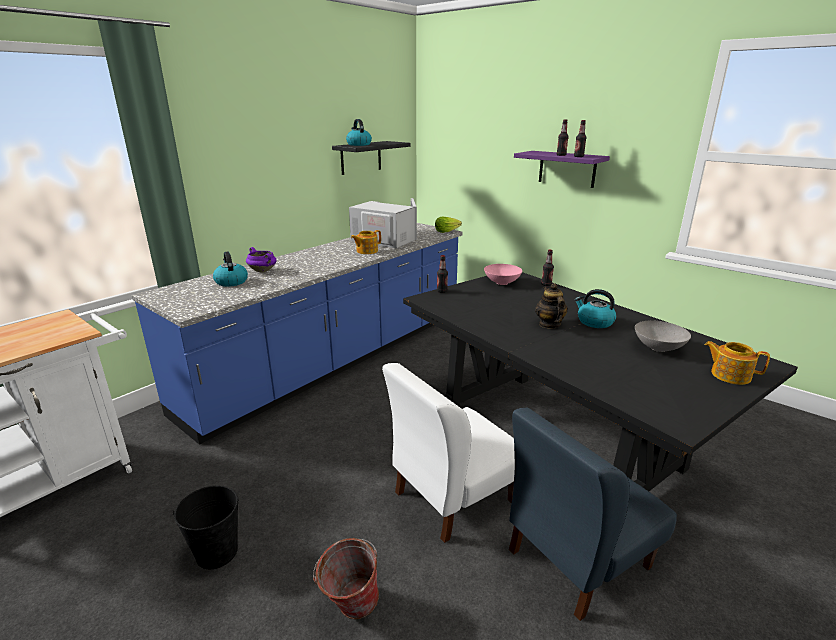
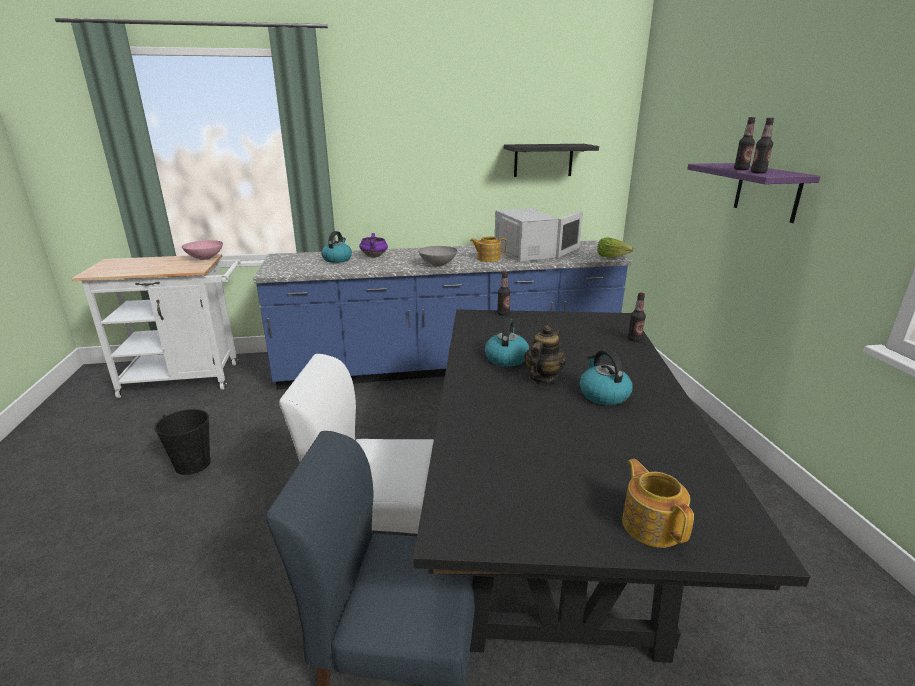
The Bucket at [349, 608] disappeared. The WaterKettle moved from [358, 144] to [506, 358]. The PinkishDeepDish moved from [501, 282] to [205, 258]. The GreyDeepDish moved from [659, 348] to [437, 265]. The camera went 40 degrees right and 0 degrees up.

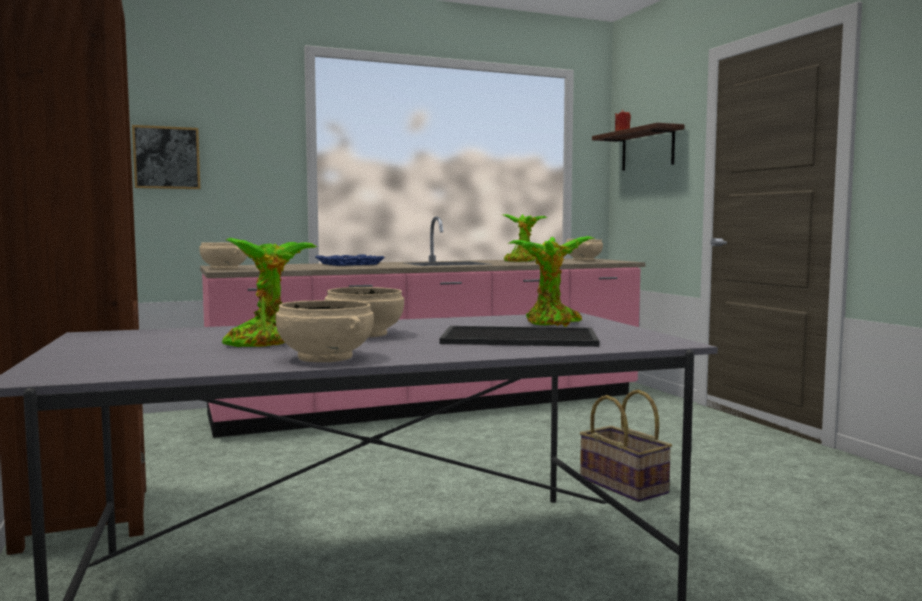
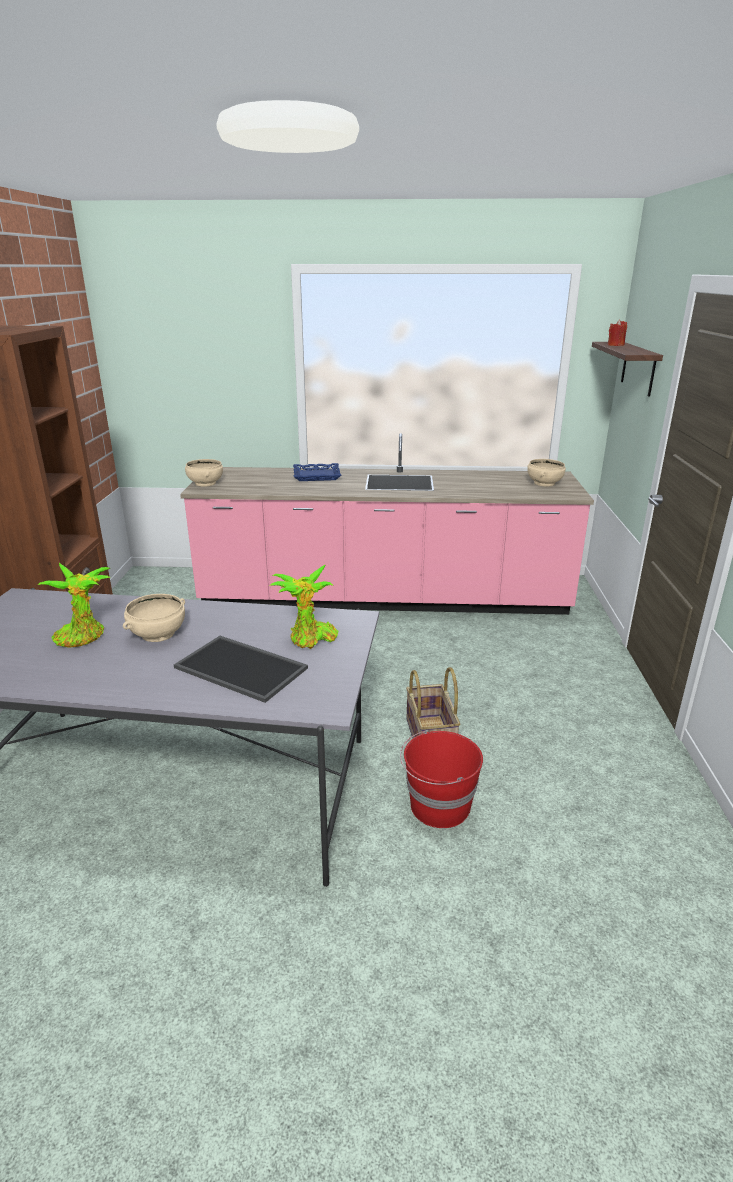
The Picture at [166, 158] disappeared. The BeigeDeepDish at [324, 357] disappeared. The PlantInAPot at [521, 261] disappeared. The RedBucket at [438, 806] appeared. The camera went 25 degrees right and 20 degrees up.

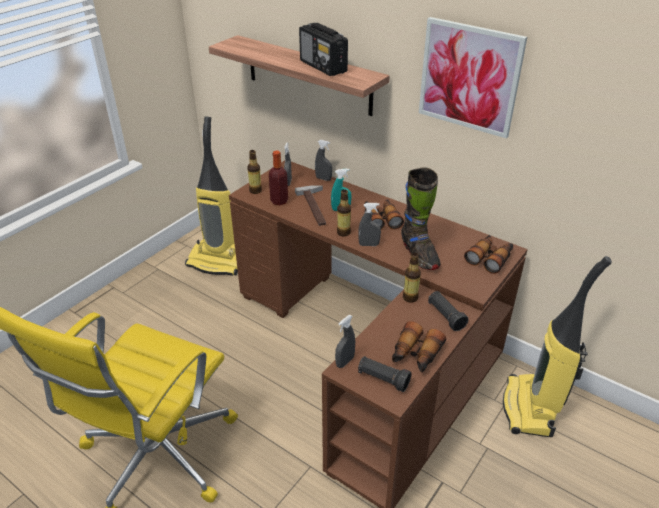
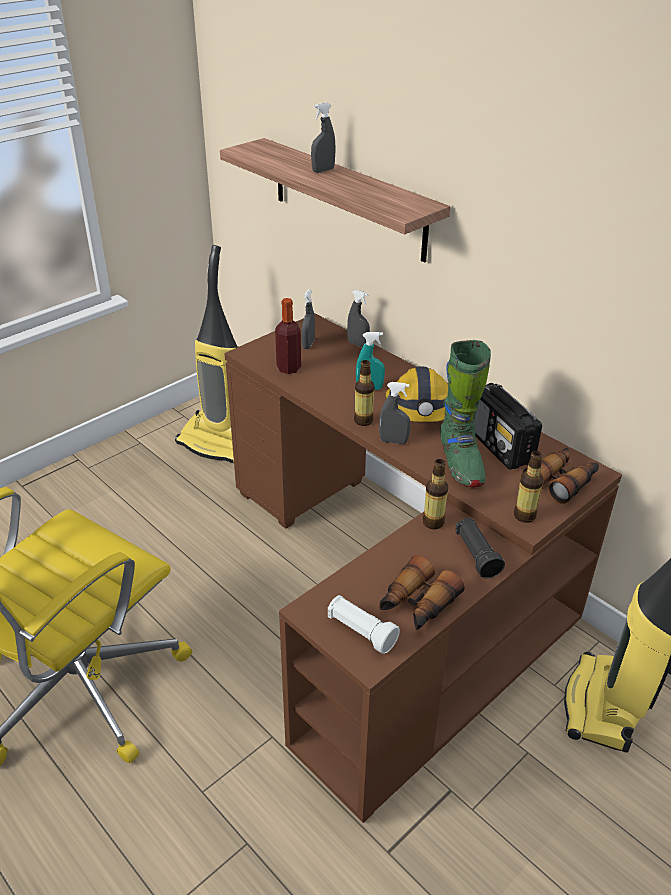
The HandHammer at [316, 207] disappeared. The Picture at [469, 77] disappeared. The Bottle moved from [255, 191] to [524, 516]. The RadioReceiver moved from [323, 67] to [499, 446]. The GreySprayBottle moved from [345, 361] to [323, 170]. The FieldGlasses at [380, 219] was replaced by the HardHat at [420, 408]. The BlackColouredFlashlight at [383, 379] became the WhitishFlashlight at [361, 632]. The BlackColouredHighTopBoot at [419, 255] became the GreenishHighTopBoot at [460, 463]. The camera went 10 degrees right and 0 degrees up.

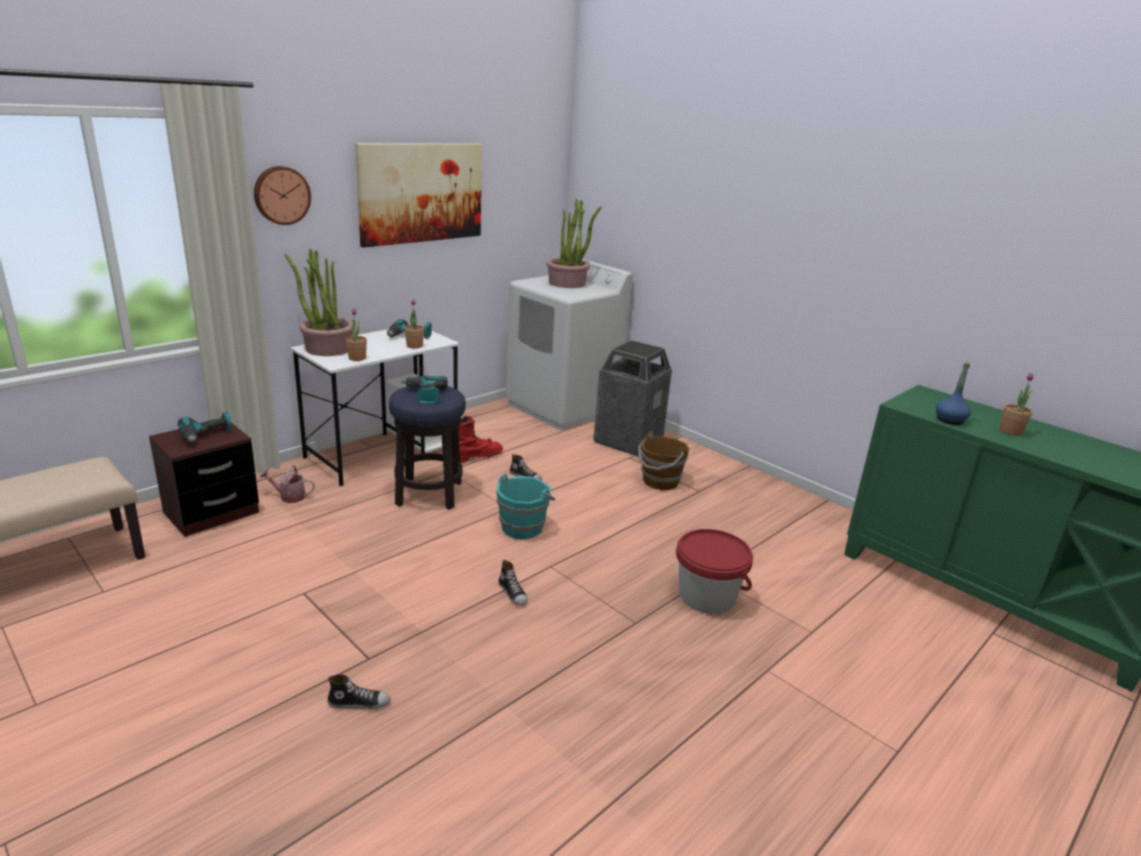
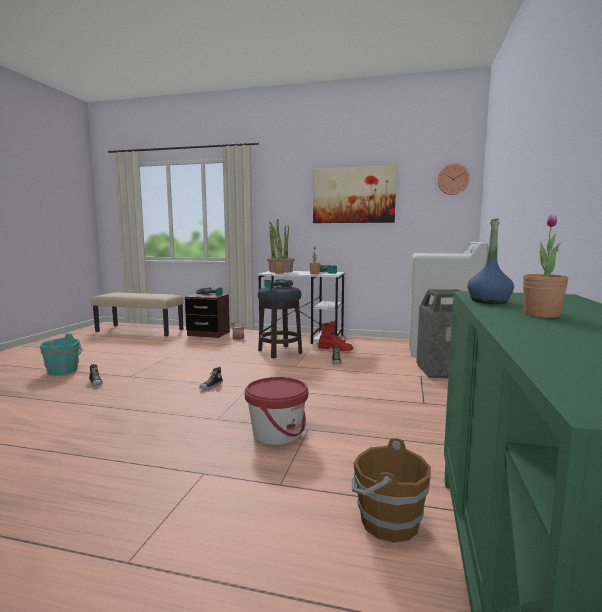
The PlantInAPot at [567, 283] disappeared. The WallClock moved from [281, 195] to [453, 179]. The TurquoiseColouredBucket moved from [522, 527] to [63, 370]. The BrownBucket moved from [660, 482] to [387, 522]. The camera went 60 degrees right and 15 degrees down.

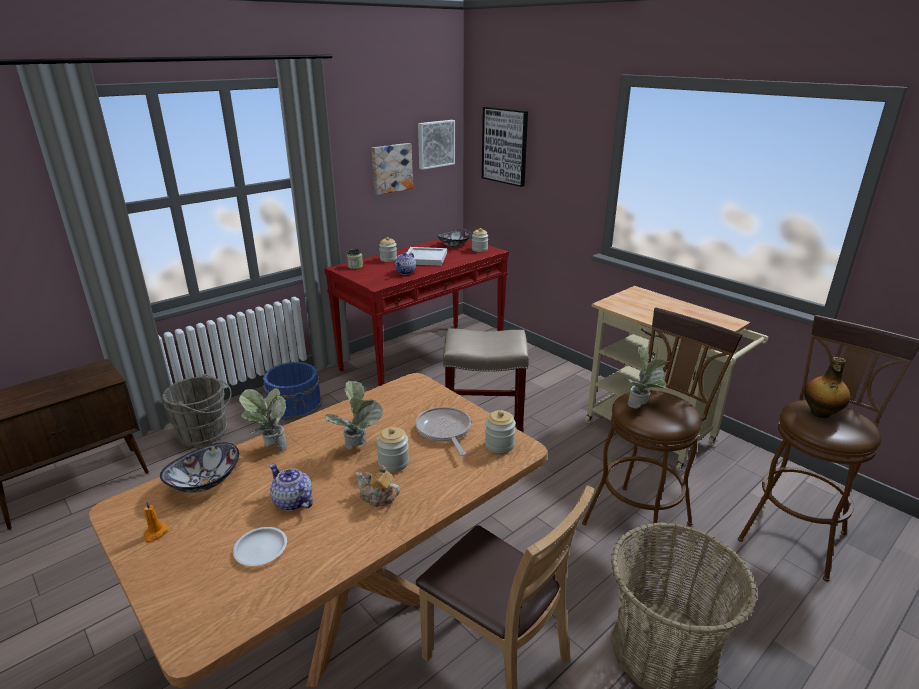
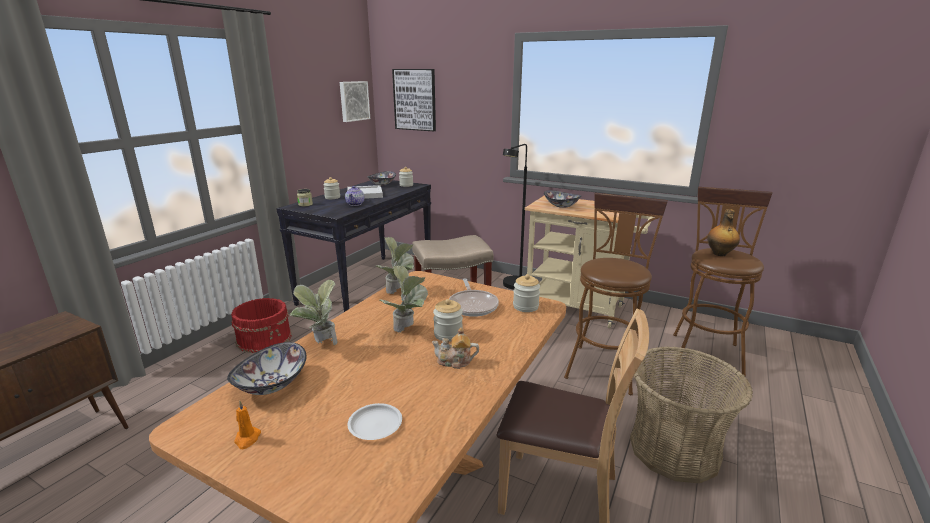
The GreyBucket at [206, 433] disappeared. The Teapot at [293, 502] disappeared. The Picture at [391, 168] disappeared. The BlackColouredFloorLamp at [513, 287] appeared. The DeepDish at [561, 206] appeared. The PlantInAPot moved from [641, 406] to [398, 291]. The BlueBucket at [295, 404] became the RedBucket at [265, 338]. The RedConsoleTable at [423, 358] became the BlackColouredConsoleTable at [368, 285]. The FryingPan at [444, 431] turned 150 degrees counterclockwise. The camera went 20 degrees left and 5 degrees down.

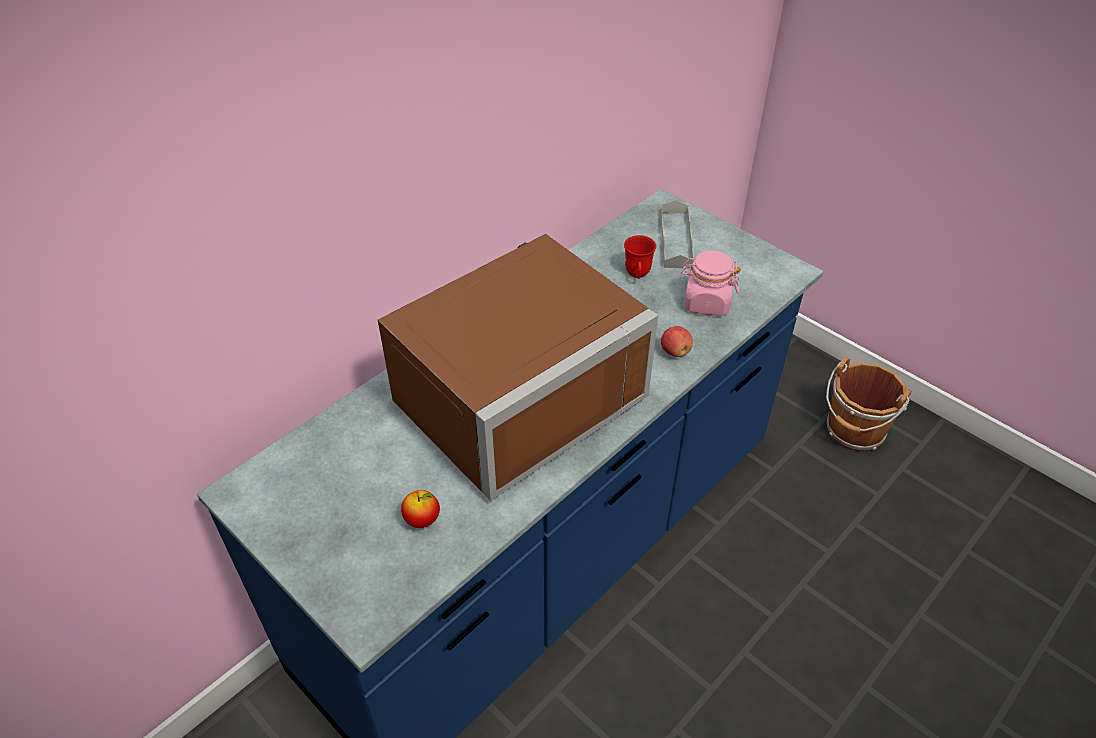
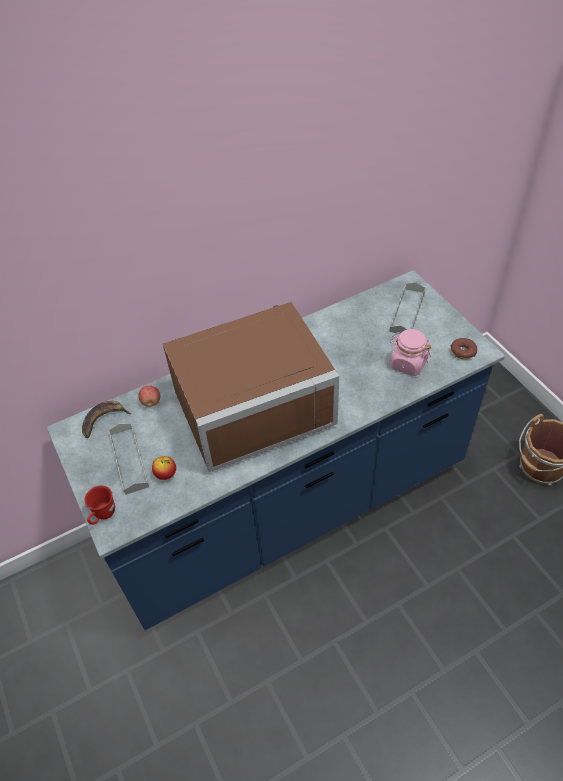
The BananaFruit at [103, 420] appeared. The GreyServingTray at [129, 460] appeared. The RingDoughnut at [463, 351] appeared. The RedTeaMug moved from [637, 275] to [103, 516]. The AppleFruit moved from [675, 351] to [151, 402]. The camera went 20 degrees right and 5 degrees up.

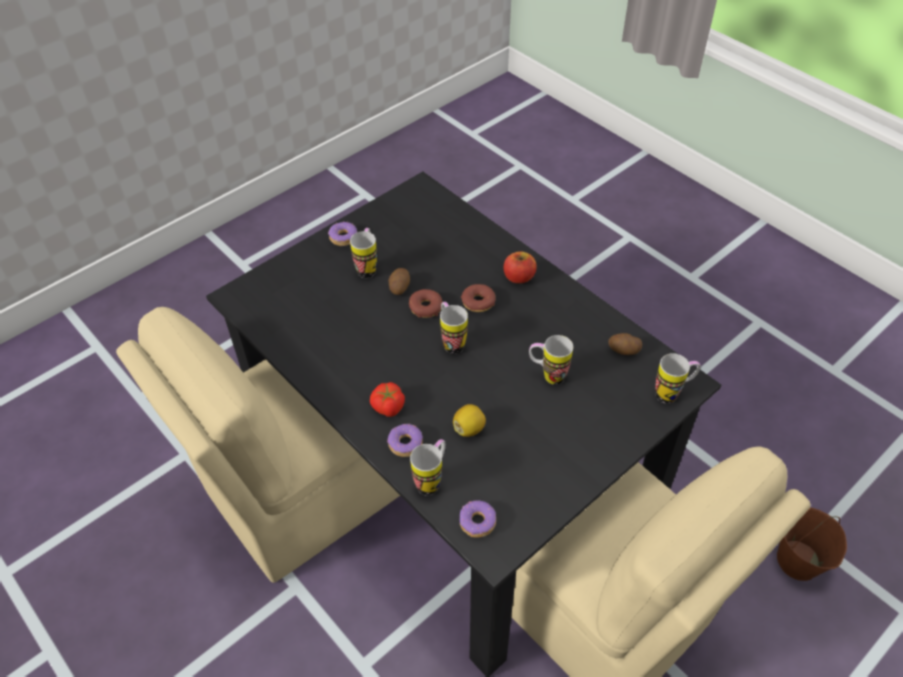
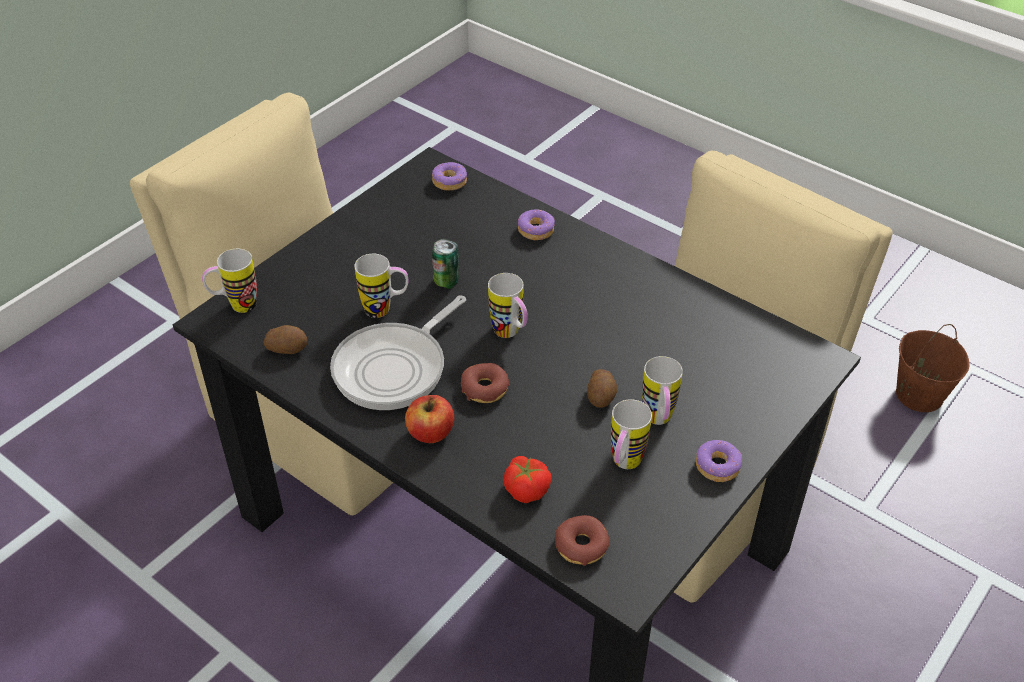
The CitrusFruit at [469, 428] disappeared. The FryingPan at [395, 368] appeared. The SealedCan at [446, 282] appeared. The WholeTomato moved from [388, 406] to [527, 488]. The RingDoughnut moved from [425, 307] to [581, 546]. The TeaMug moved from [432, 480] to [623, 465]. The BrownBucket moved from [798, 561] to [918, 395]. The camera went 170 degrees right and 5 degrees down.

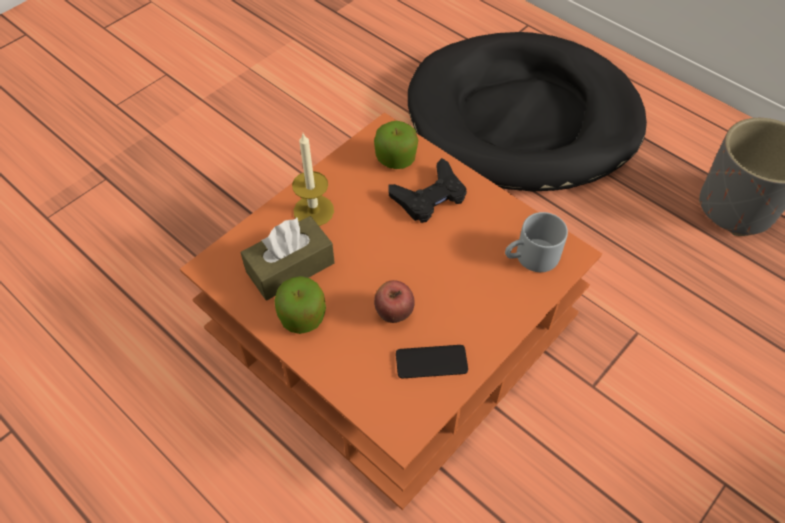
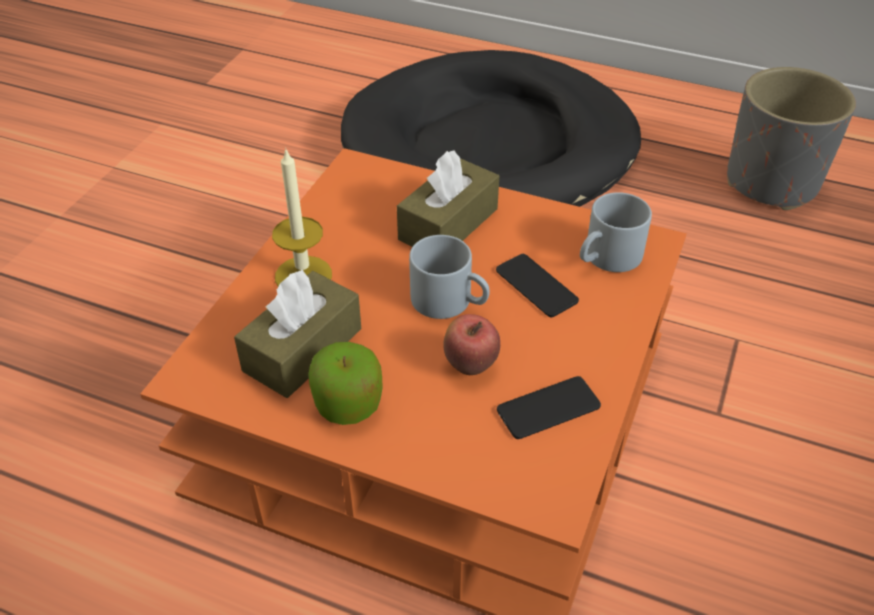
The AppleFruit at [396, 158] disappeared. The GreyTeaMug at [450, 301] appeared. The Phone at [536, 286] appeared. The BlackColouredJoypad at [429, 197] was replaced by the BrownTissueBox at [448, 224]. The camera went 20 degrees left and 10 degrees down.

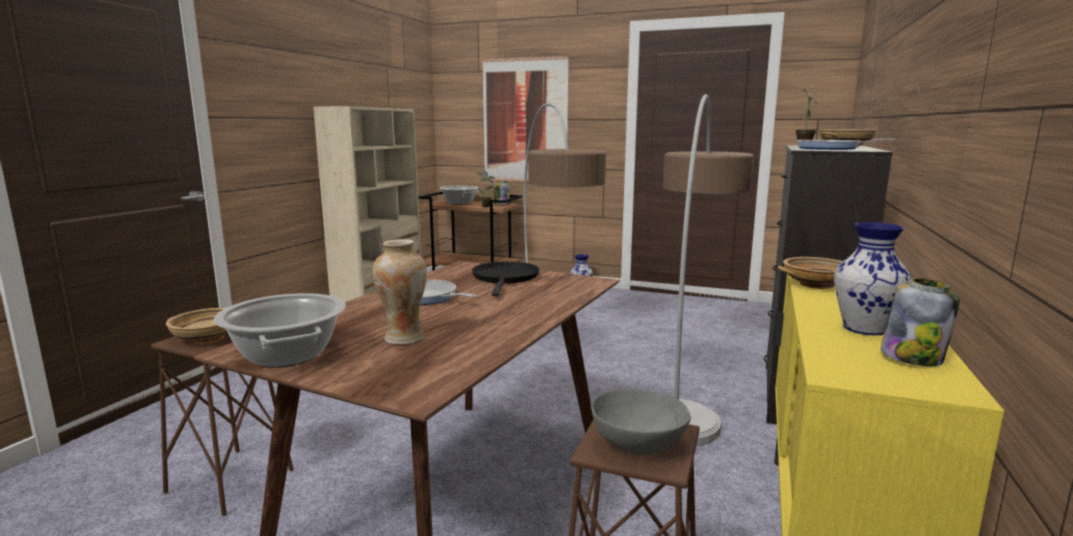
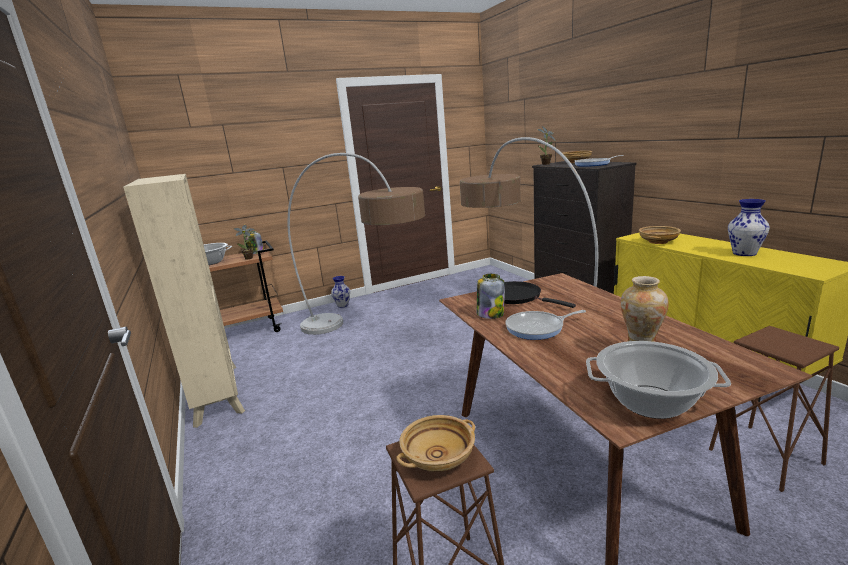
The Picture at [525, 120] disappeared. The GreyDeepDish at [638, 444] disappeared. The Jar moved from [912, 357] to [490, 314]. The camera went 45 degrees left and 5 degrees up.

